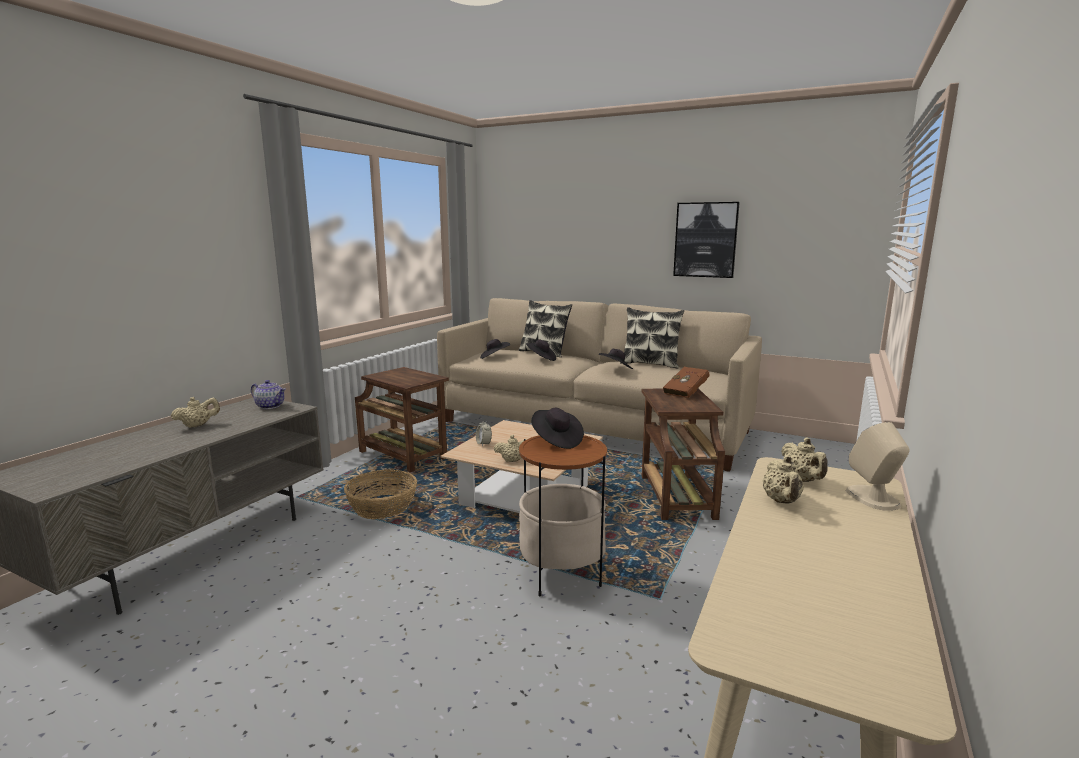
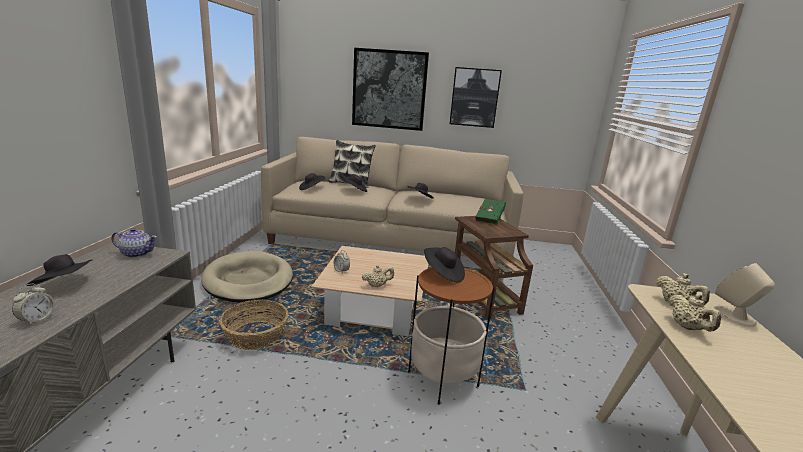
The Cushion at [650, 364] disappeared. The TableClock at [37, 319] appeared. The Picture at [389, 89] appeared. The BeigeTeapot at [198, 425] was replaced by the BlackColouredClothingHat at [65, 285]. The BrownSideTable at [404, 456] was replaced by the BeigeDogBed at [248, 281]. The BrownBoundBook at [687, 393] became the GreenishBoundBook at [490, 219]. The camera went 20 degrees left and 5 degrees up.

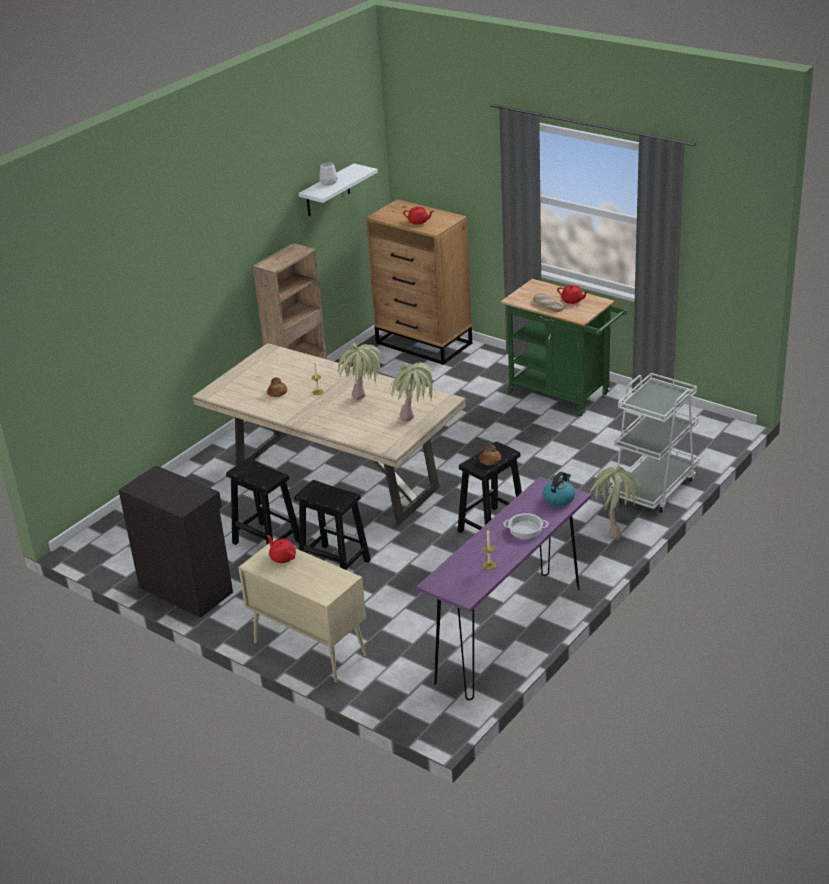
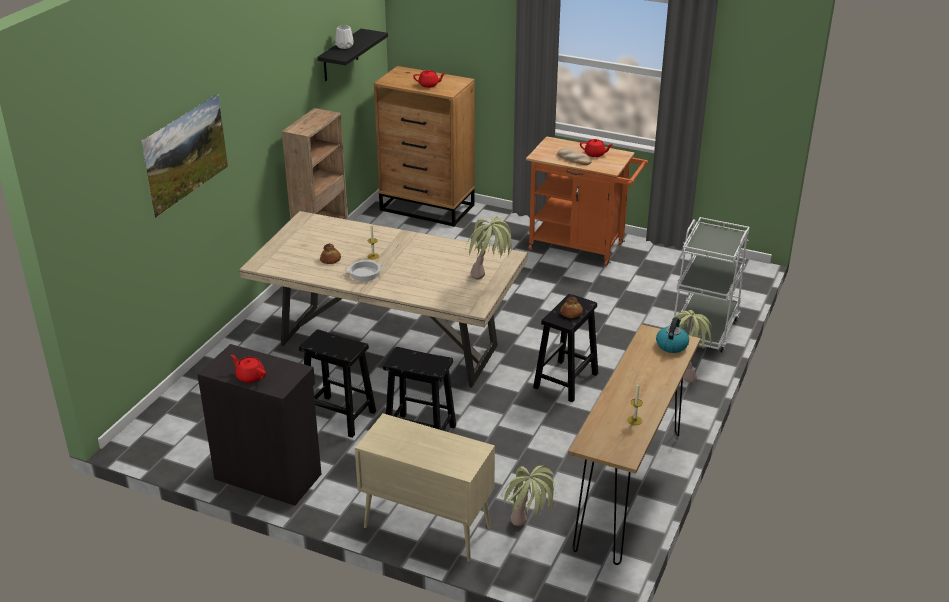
The Picture at [190, 173] appeared. The RedTeapot moved from [282, 557] to [250, 376]. The PlantInAPot moved from [363, 405] to [528, 534]. The CookingPot moved from [525, 529] to [364, 274]. The WhitishWallShelf at [327, 191] became the BlackColouredWallShelf at [340, 56]. The PurpleConsoleTable at [510, 634] became the BrownConsoleTable at [629, 489]. The GreenishTrolley at [564, 395] became the OrangeTrolley at [582, 247]. The camera went 15 degrees left and 0 degrees up.

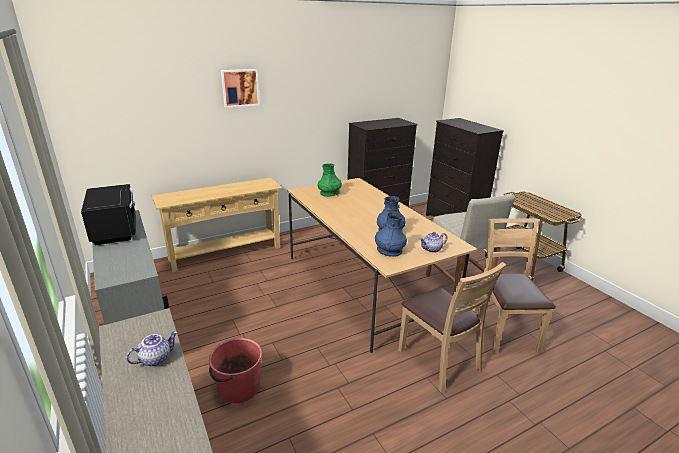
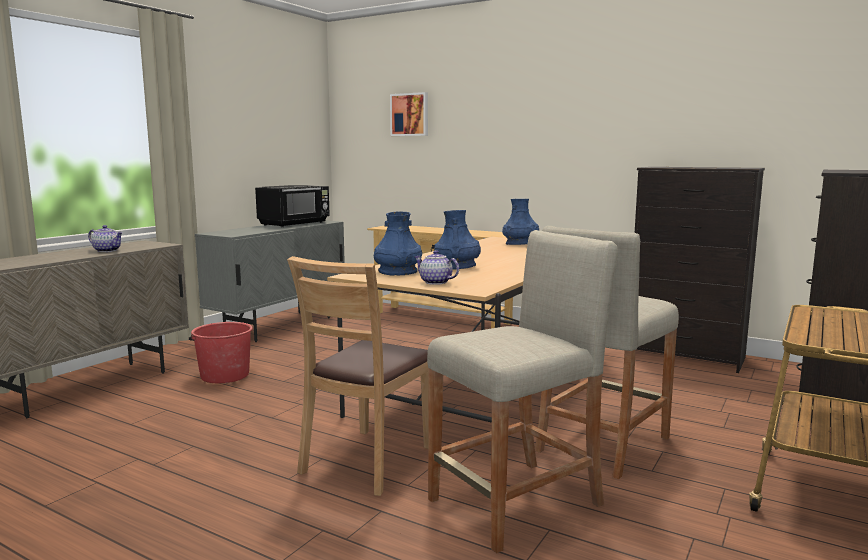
The Picture moved from [240, 87] to [410, 114]. The BrownUprightChair at [503, 332] was replaced by the BeigeSittingStool at [516, 503]. The GreenishVase at [329, 193] became the BlueVase at [520, 244]. The camera went 60 degrees right and 15 degrees down.

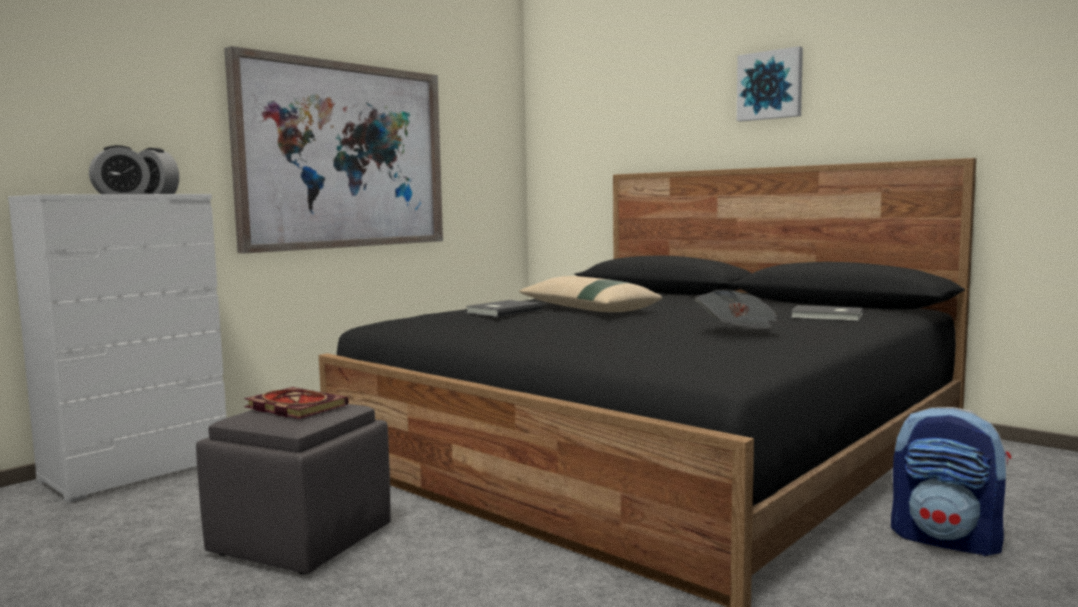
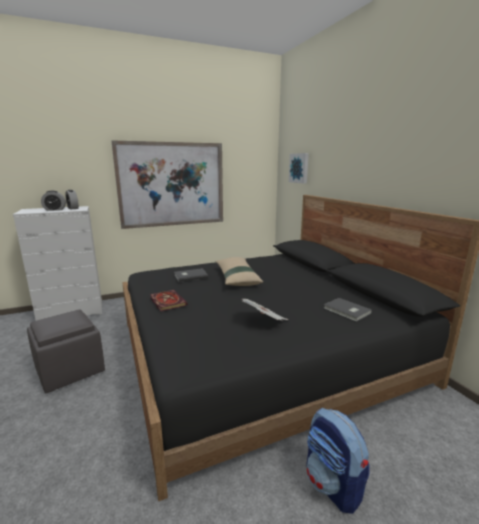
The BoundBook moved from [293, 407] to [167, 301]. The Picture moved from [770, 85] to [299, 168]. The camera went 25 degrees right and 10 degrees up.

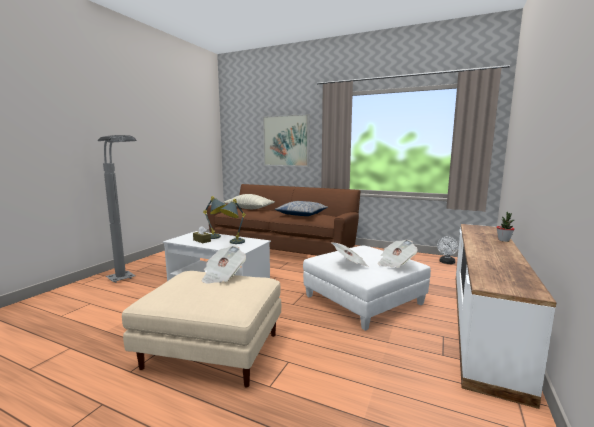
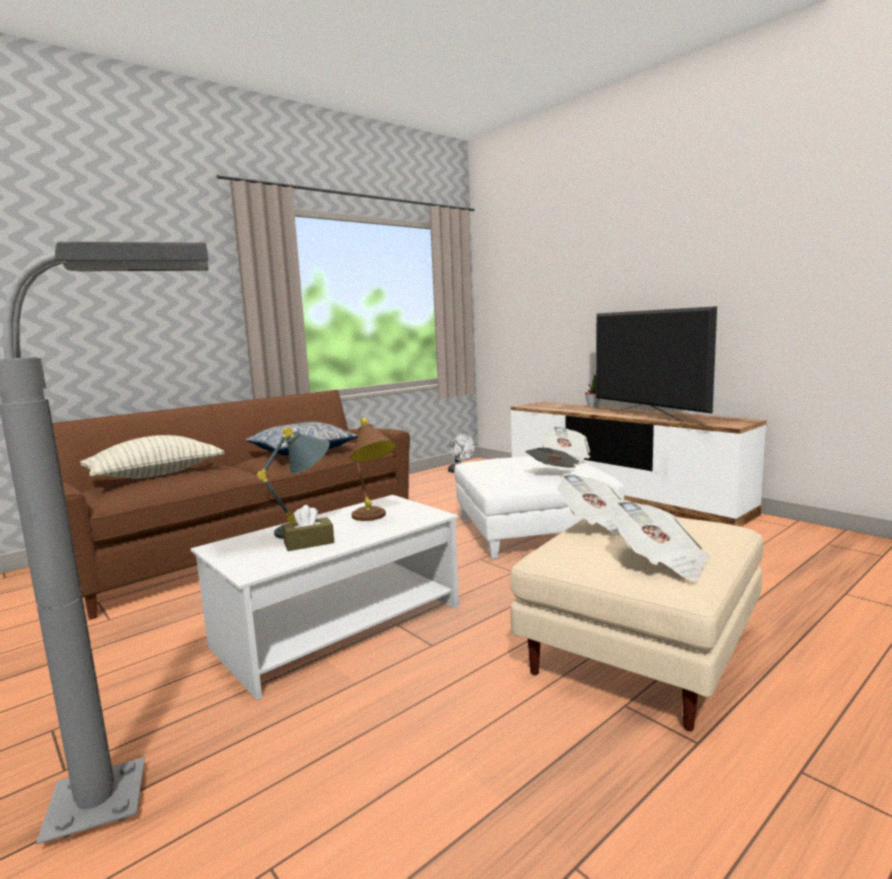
The Picture at [286, 141] disappeared. The Television at [648, 416] appeared. The DailyPaper at [660, 563] appeared. The GreyTabletopLamp at [233, 243] became the BrownTabletopLamp at [373, 519]. The camera went 65 degrees left and 0 degrees up.

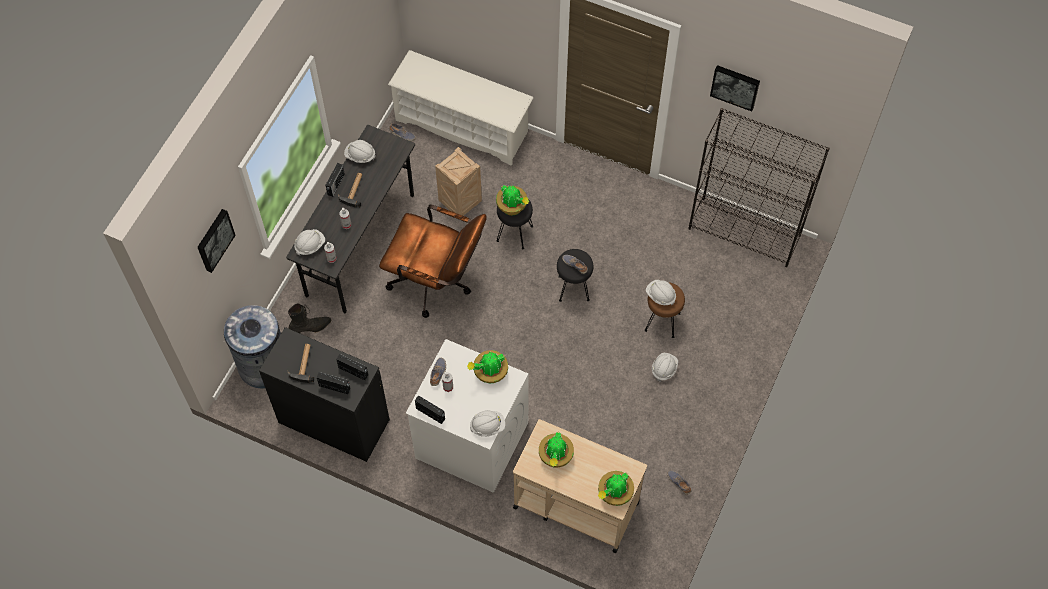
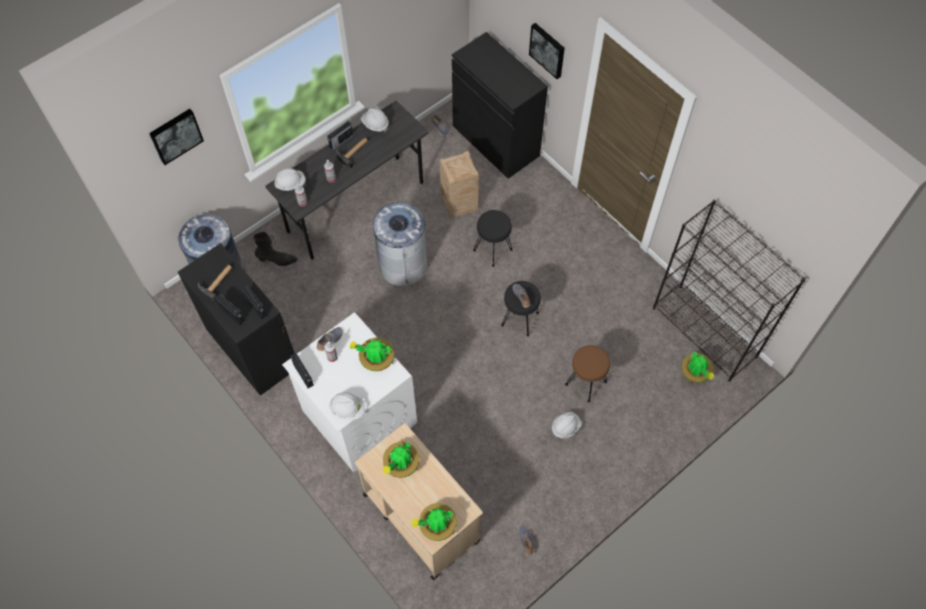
The WhitishHardHat at [660, 296] disappeared. The PlantInAPot moved from [512, 207] to [695, 374]. The Picture moved from [735, 86] to [548, 50]. The BrownComputerChair at [437, 282] was replaced by the GreyTrashCan at [403, 265]. The WhitishShoeRack at [463, 126] was replaced by the BlackColouredStorageCabinet at [496, 140]. The camera went 25 degrees right and 0 degrees up.

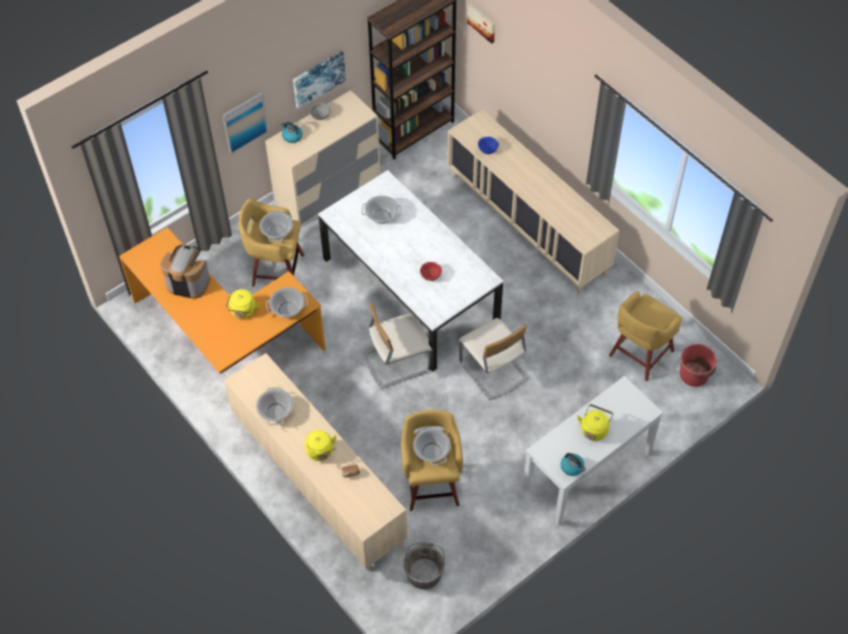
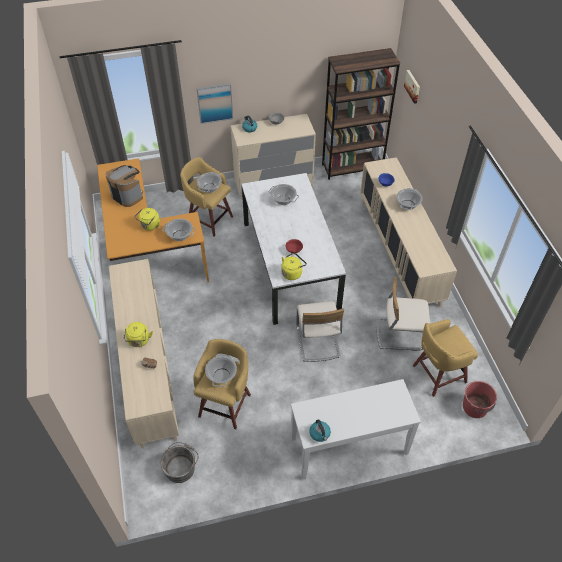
The Picture at [318, 78] disappeared. The CookingPot moved from [276, 412] to [407, 205]. The BeigeUprightChair moved from [397, 362] to [400, 334]. The YellowWaterKettle moved from [594, 429] to [292, 273]. The camera went 25 degrees right and 5 degrees down.

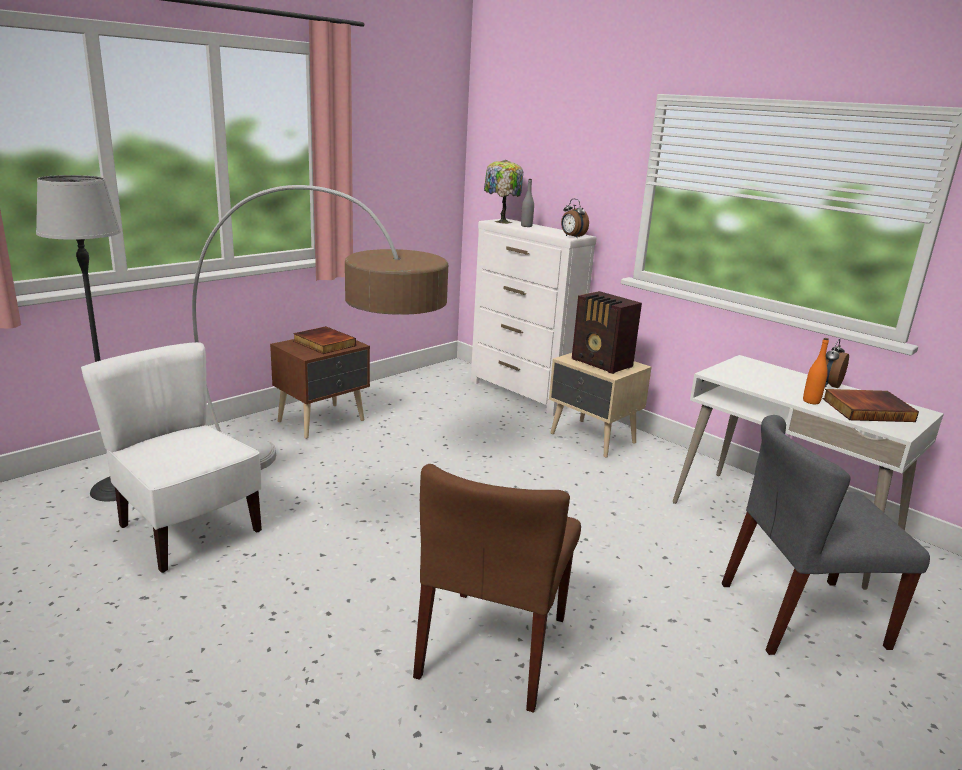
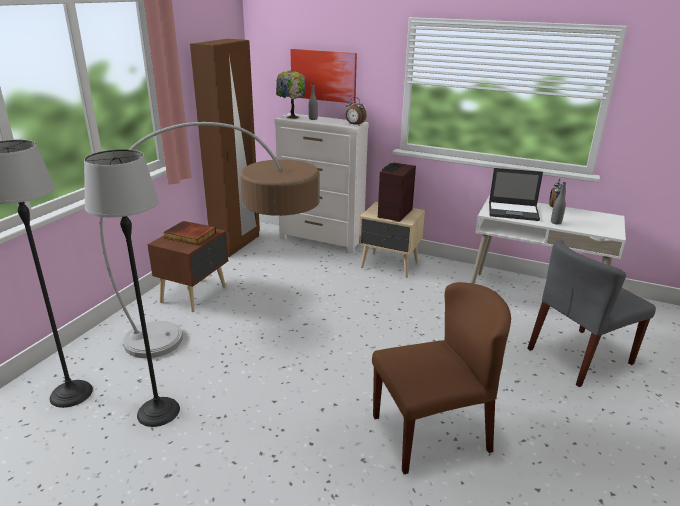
The BoundBook at [867, 409] disappeared. The BrownClothesCupboard at [236, 244] appeared. The Picture at [323, 75] appeared. The Laptop at [514, 211] appeared. The WhitishUprightChair at [187, 530] was replaced by the FloorLamp at [158, 411]. The OrangeBottle at [811, 401] became the GreyBottle at [556, 222]. The BrownUprightChair at [493, 647] turned 105 degrees counterclockwise. The RadioReceiver at [602, 363] turned 90 degrees clockwise. The camera went 20 degrees left and 5 degrees up.

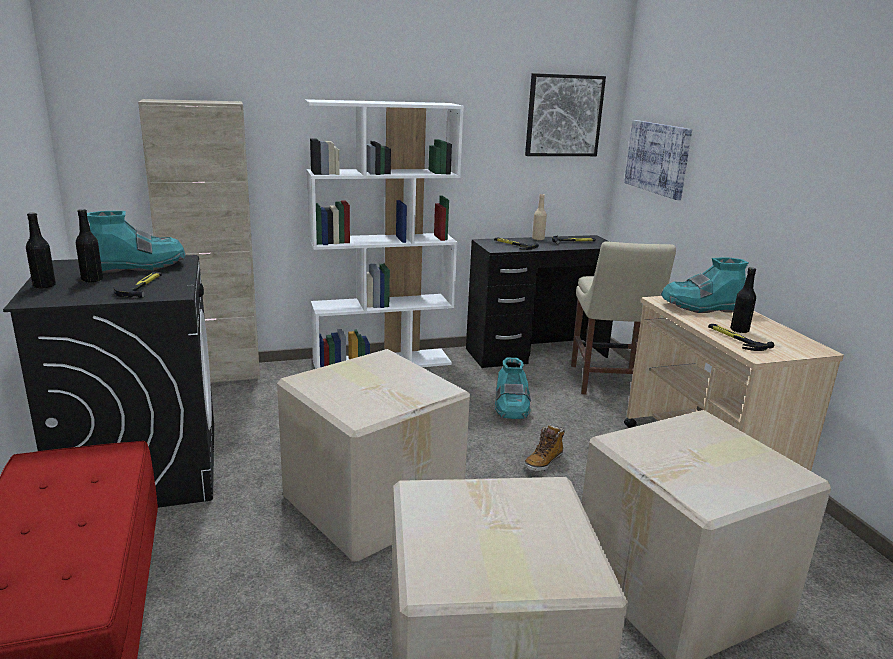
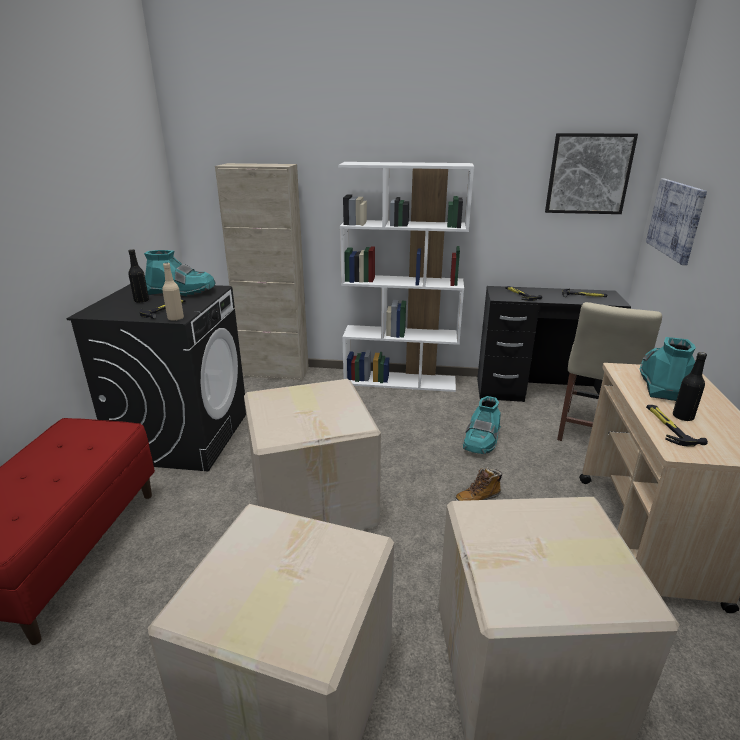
The BlackColouredBottle at [44, 286] disappeared. The BeigeBottle moved from [538, 239] to [175, 318]. The TurquoiseColouredHighTopBoot at [702, 307] turned 90 degrees clockwise. The camera went 25 degrees right and 5 degrees up.

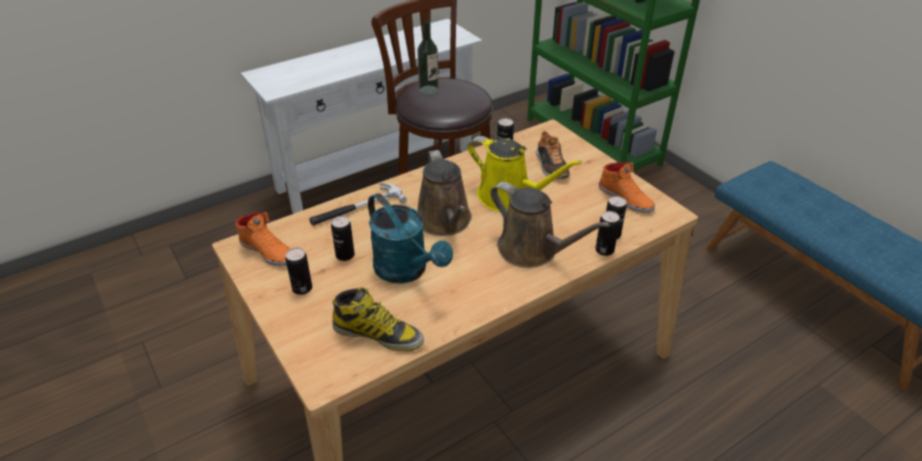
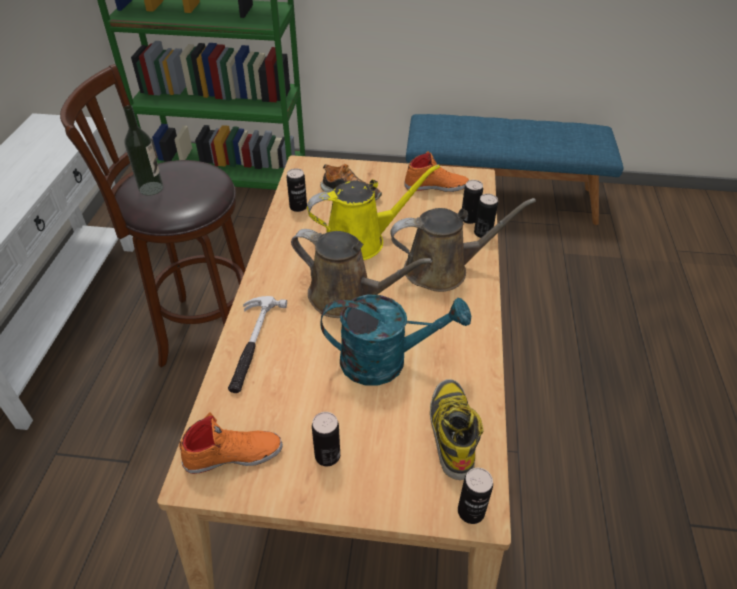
The SealedCan moved from [345, 255] to [471, 511]. The HighTopBoot at [378, 334] turned 60 degrees counterclockwise. The camera went 50 degrees left and 5 degrees up.

